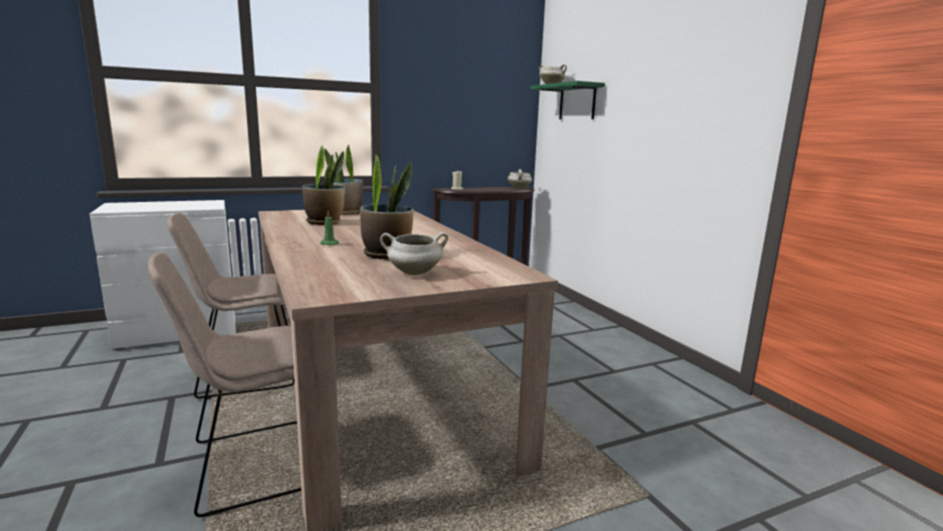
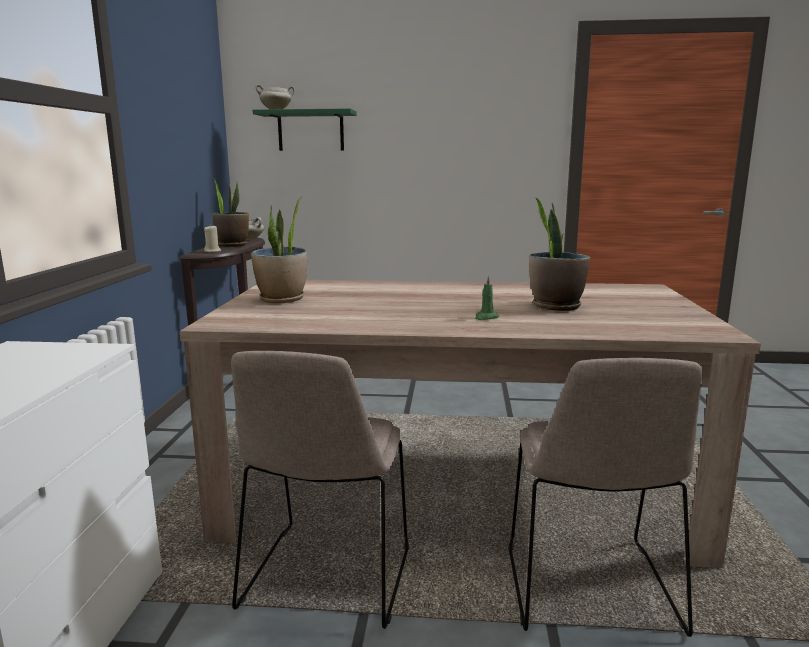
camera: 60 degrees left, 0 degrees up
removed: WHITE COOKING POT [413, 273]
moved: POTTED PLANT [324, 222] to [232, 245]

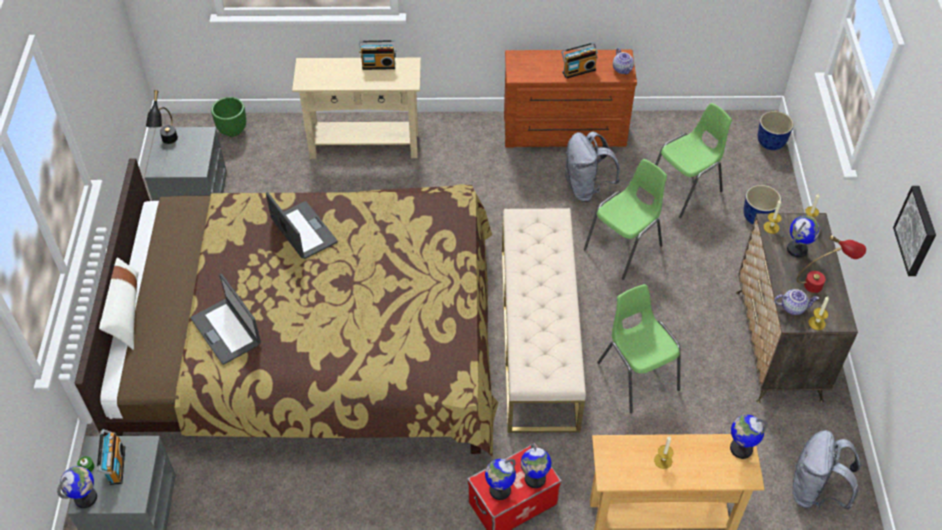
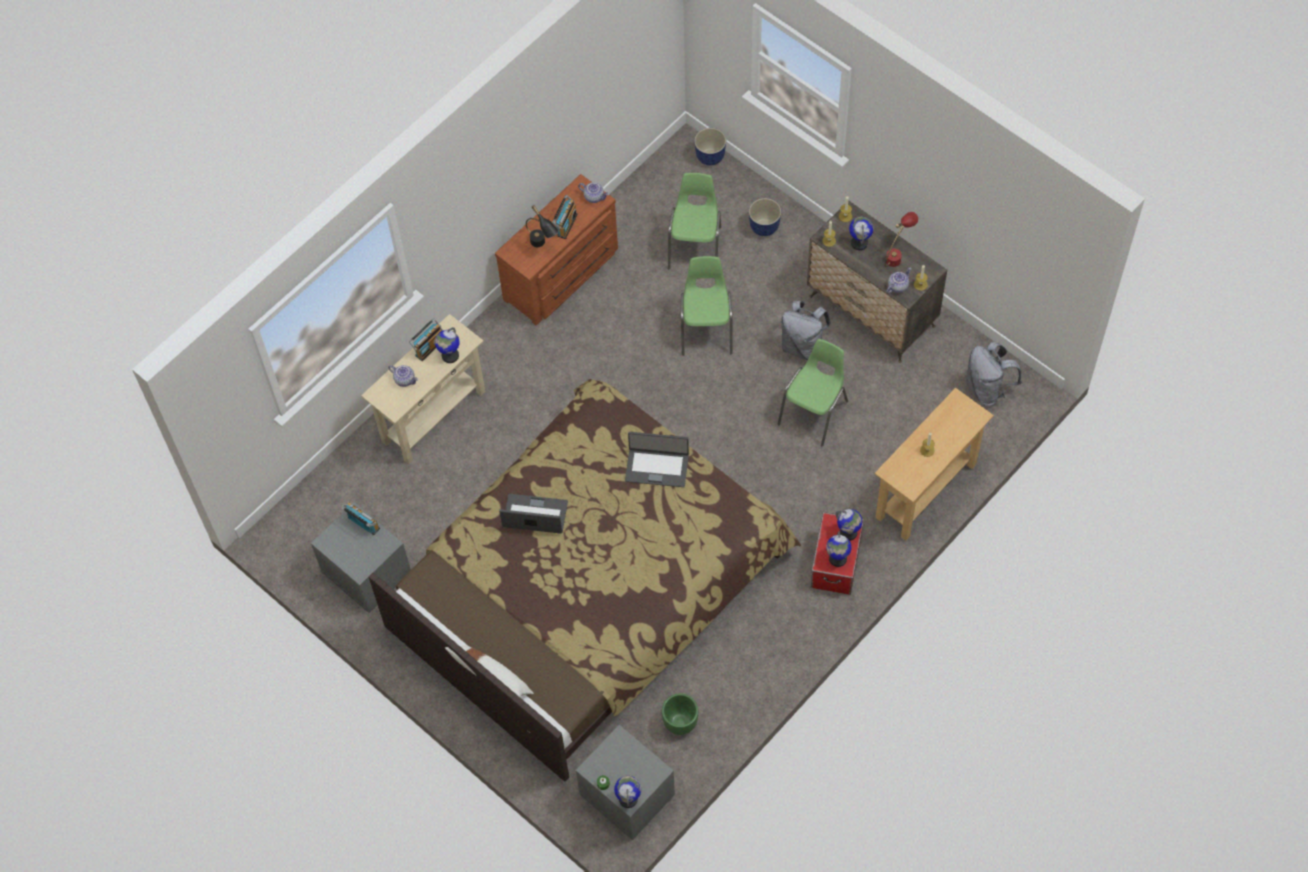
camera: 45 degrees left, 10 degrees up
removed: BEIGE BENCH [538, 336]; PICTURE [917, 231]
added: TEAPOT [405, 379]
moved: RADIO [115, 465] to [362, 524]; GLOBE [741, 448] to [450, 355]; BLACK TABLE LAMP [168, 144] to [542, 245]; LAPTOP [226, 331] to [657, 467]; GREEN PLANTER [232, 130] to [679, 723]; GREY BACKPACK [586, 188] to [803, 346]
turned: GREEN CHAIR [637, 375] = [814, 412] 105 degrees clockwise

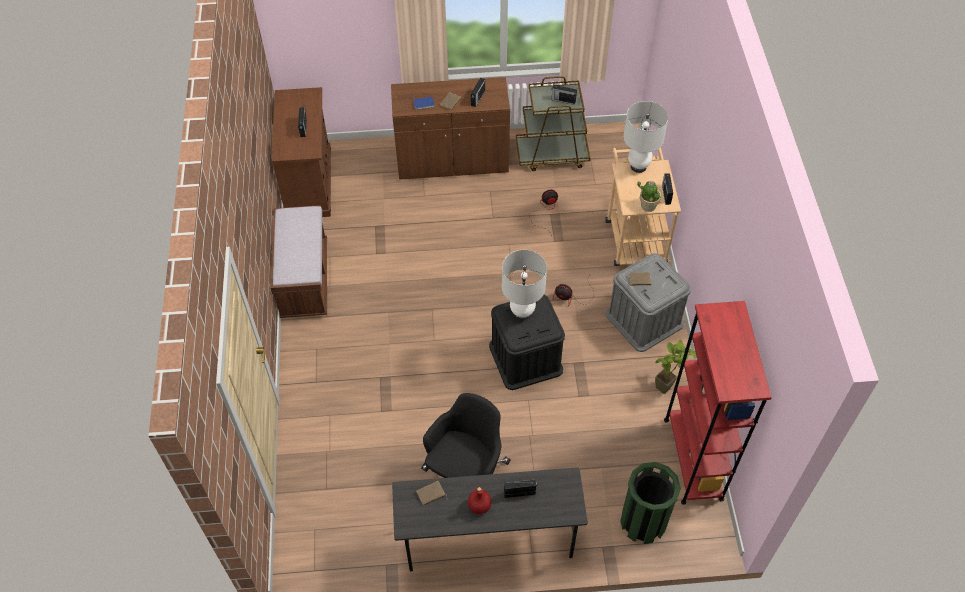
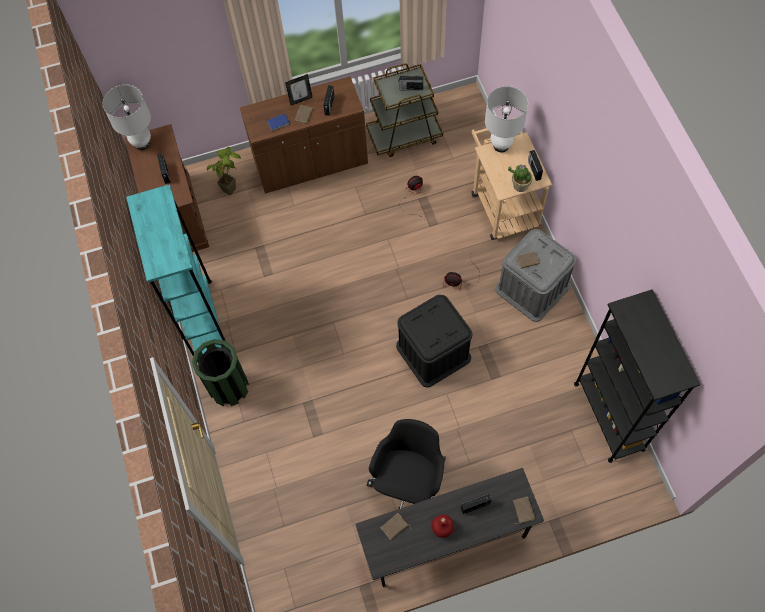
camera: 10 degrees left, 10 degrees up
added: PICTURE FRAME [300, 100]; BROWN BOOK [522, 510]
moved: WHITE TABLE LAMP [522, 313] to [142, 143]; GREEN TRASH CAN [643, 522] to [229, 387]; POTTED PLANT [668, 385] to [233, 187]
replaced: BROWN BENCH [304, 280] to TURQUOISE BOOKCASE [203, 319]
recoloured: RED BOOKCASE [693, 458] to BLACK BOOKCASE [609, 416]

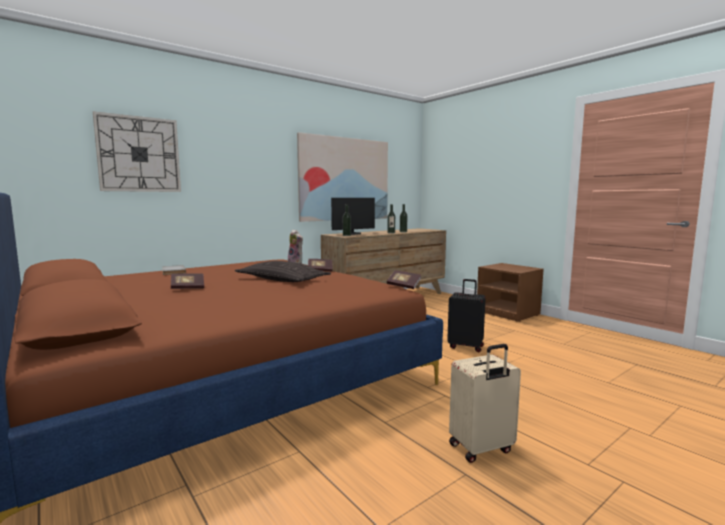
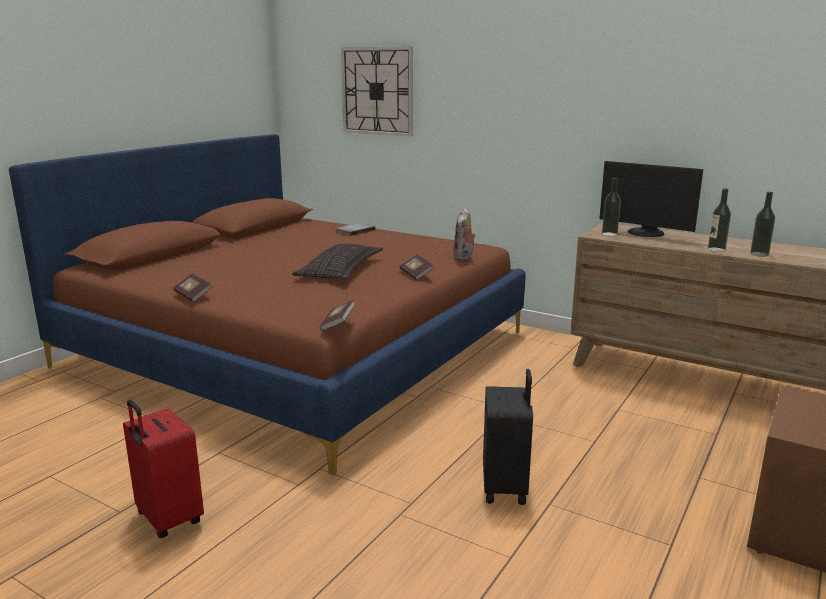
camera: 70 degrees right, 10 degrees up
removed: PICTURE [345, 179]
moved: BOOK [187, 288] to [193, 296]
recoloured: BEIGE SUITCASE [481, 449] to RED SUITCASE [168, 519]

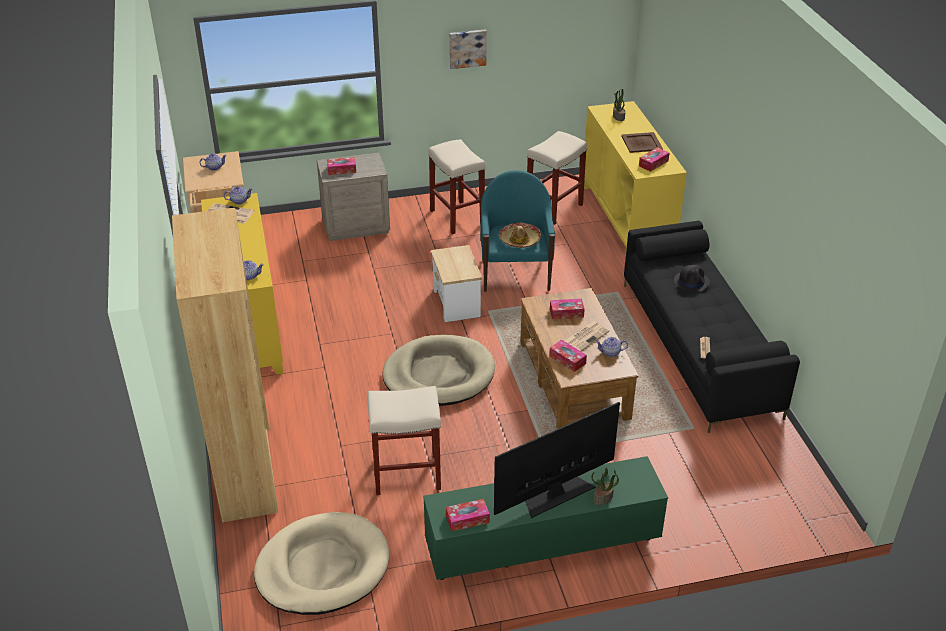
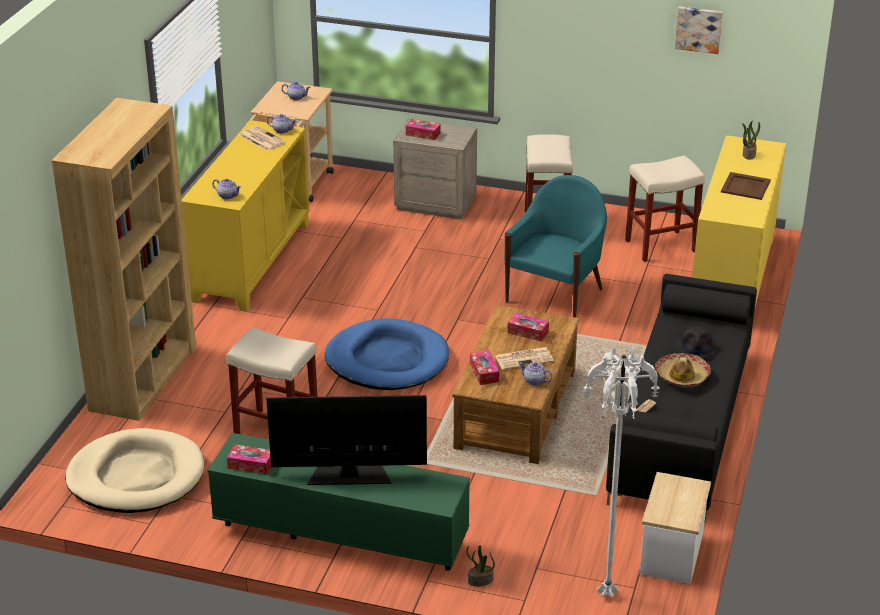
camera: 30 degrees right, 5 degrees down
removed: TISSUE BOX [653, 163]
added: WHITE FLOOR LAMP [605, 595]
moved: POTTED PLANT [603, 498] to [480, 581]; SIDE TABLE [455, 303] to [670, 554]; HAT [519, 240] to [682, 376]; PICTURE [467, 48] to [699, 29]
recoloured: BEIGE DOG BED [439, 375] to BLUE DOG BED [387, 360]

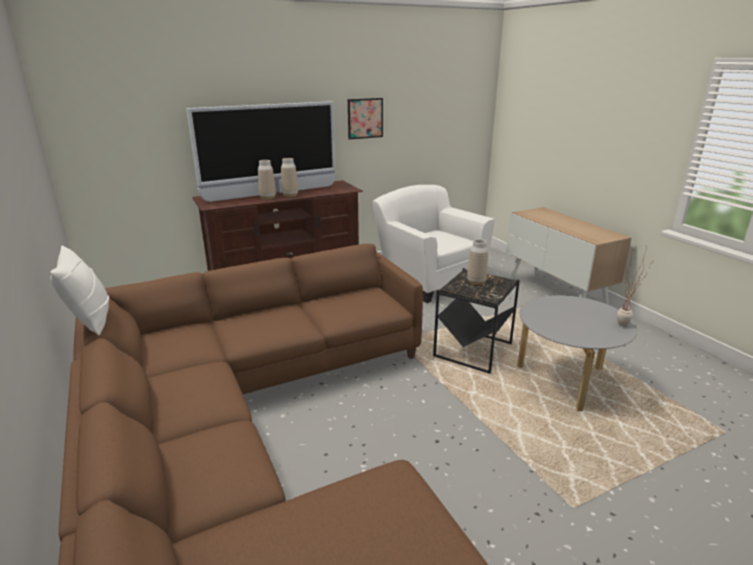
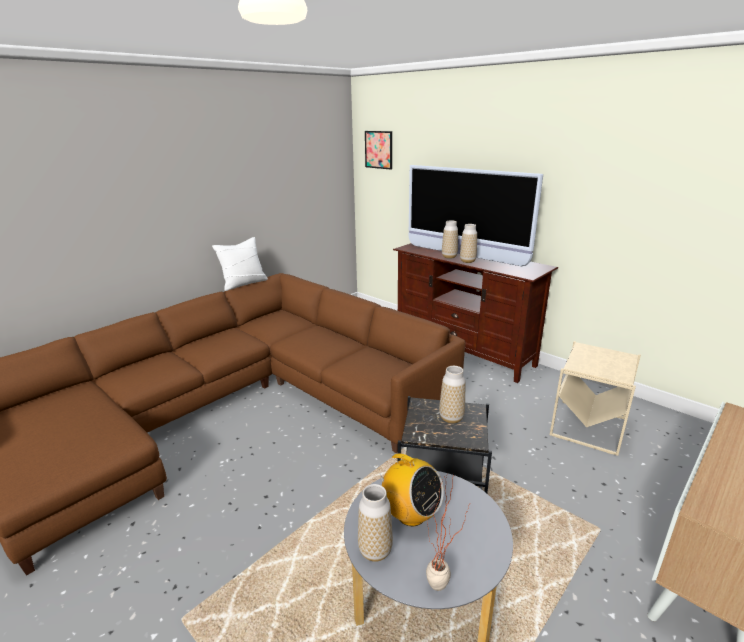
camera: 70 degrees right, 0 degrees up
added: VASE [375, 550]; RADIO [410, 514]
moved: PICTURE [365, 118] to [378, 149]
replaced: WHITE ARMCHAIR [429, 280] to BEIGE SIDE TABLE [588, 427]

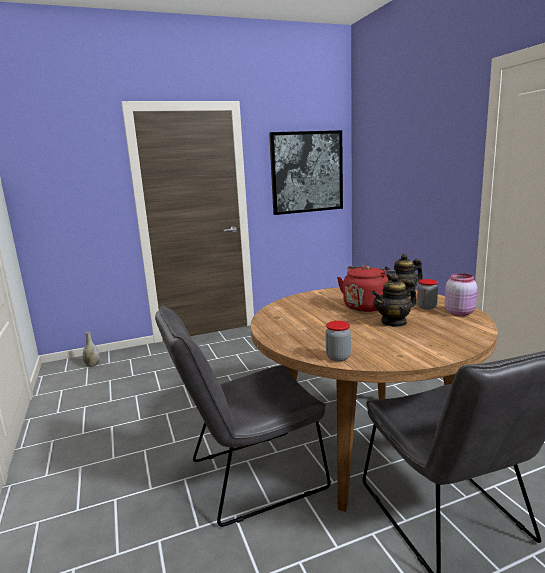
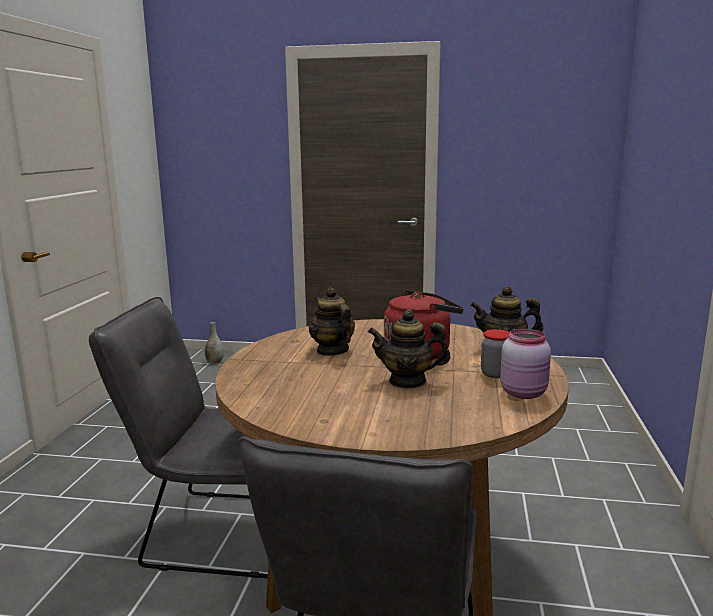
camera: 30 degrees right, 0 degrees up
removed: PICTURE [307, 172]; JAR [338, 357]
added: TEAPOT [332, 351]

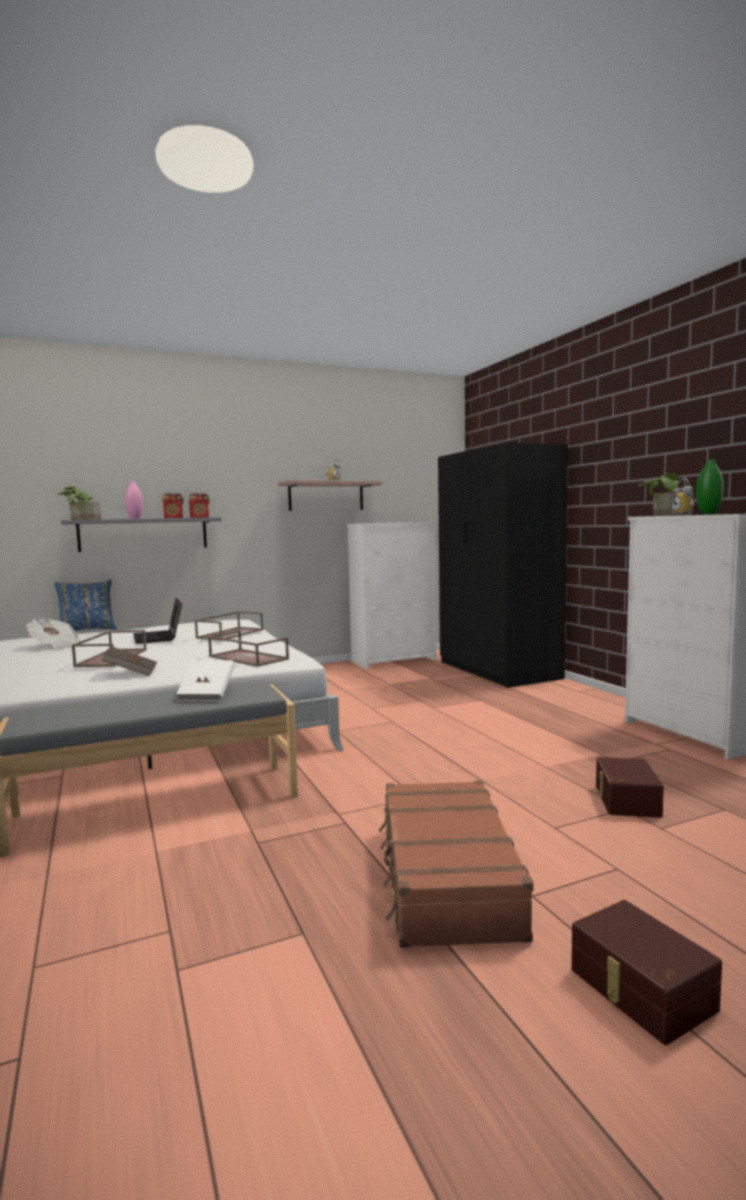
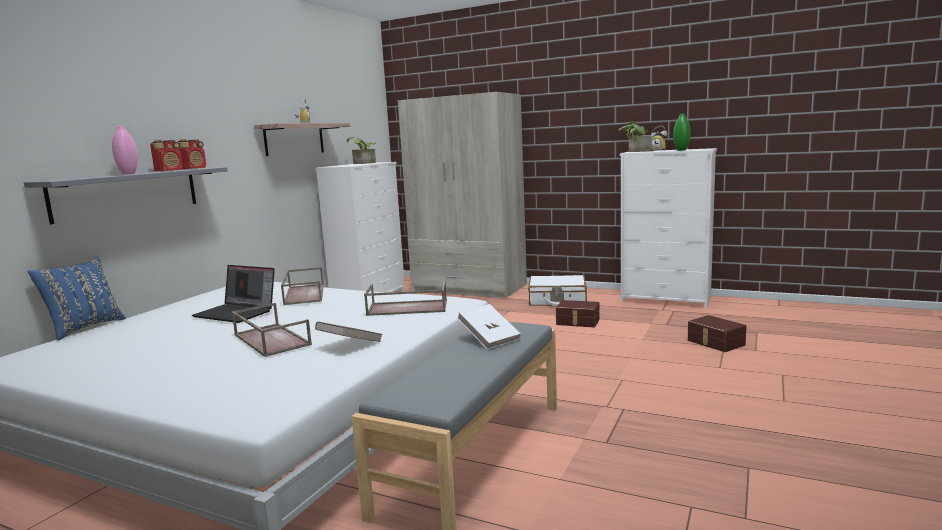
camera: 40 degrees left, 5 degrees up
removed: NEWSPAPER [54, 646]; BROWN SUITCASE [446, 878]
added: WHITE SUITCASE [557, 300]
moved: POTTED PLANT [81, 519] to [363, 163]; BROWN STORAGE BOX [640, 990] to [577, 322]
recoloured: BLACK WARDROBE [497, 670] to BEIGE WARDROBE [469, 288]

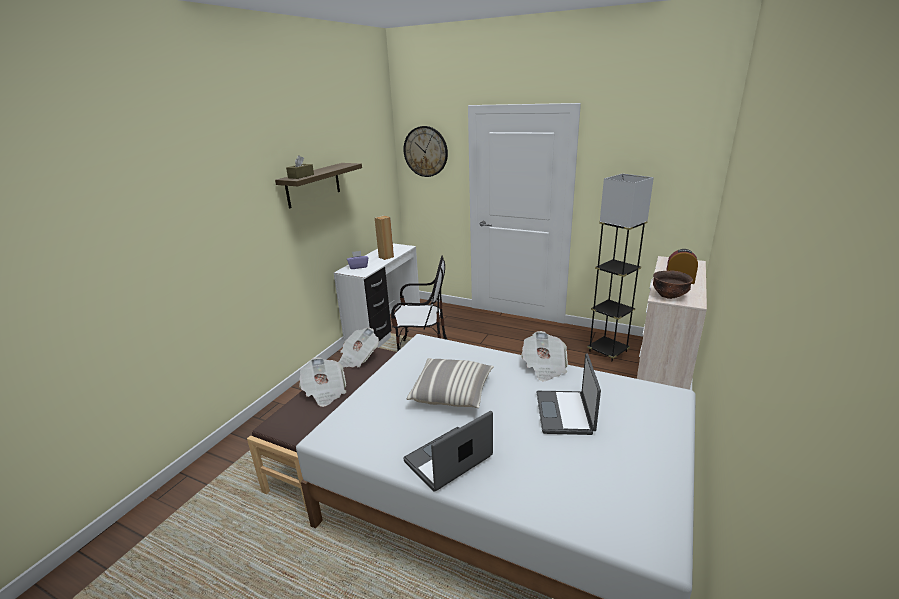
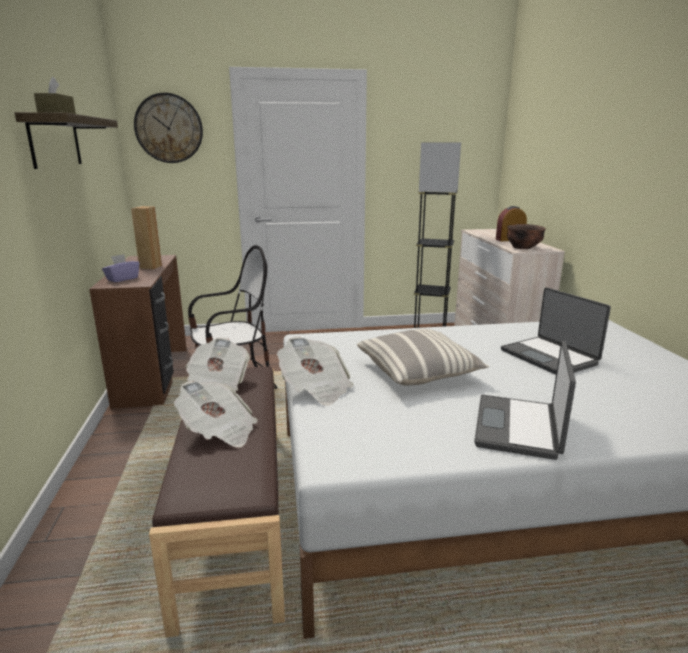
camera: 35 degrees left, 5 degrees down
moved: NEWSPAPER [544, 367] to [316, 388]
recoloured: WHITE DESK [385, 329] to BROWN DESK [154, 376]

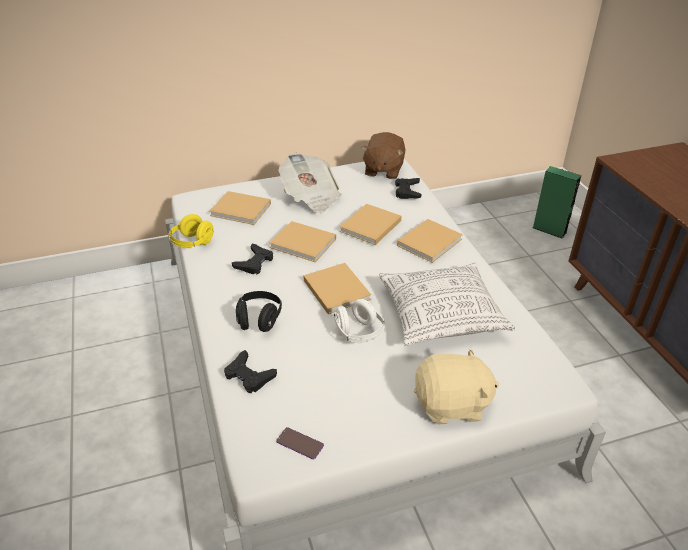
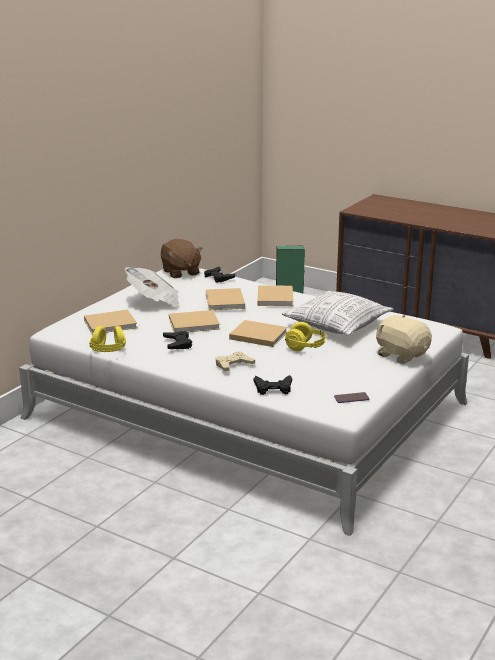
camera: 40 degrees left, 15 degrees down
replaced: BLACK HEADPHONES [259, 319] to BEIGE GAME CONTROLLER [234, 365]
recoloured: WHITE HEADPHONES [359, 333] to YELLOW HEADPHONES [306, 348]
turned: BEIGE PLUSH TOY [452, 405] = [401, 355] 90 degrees counterclockwise

